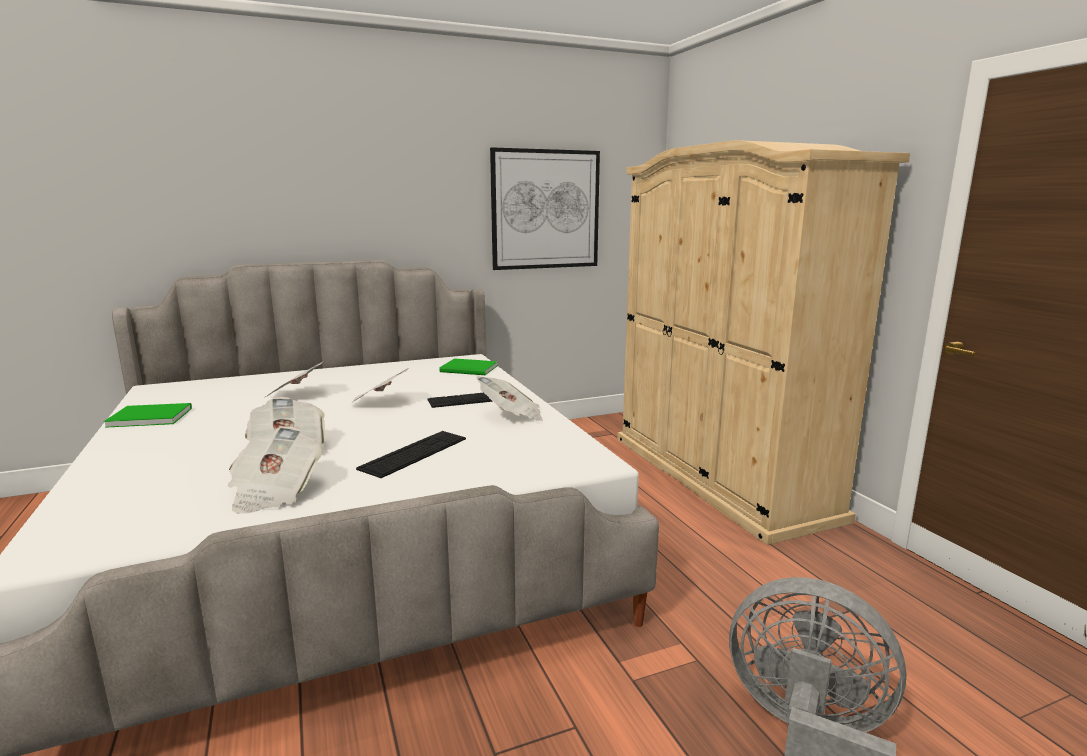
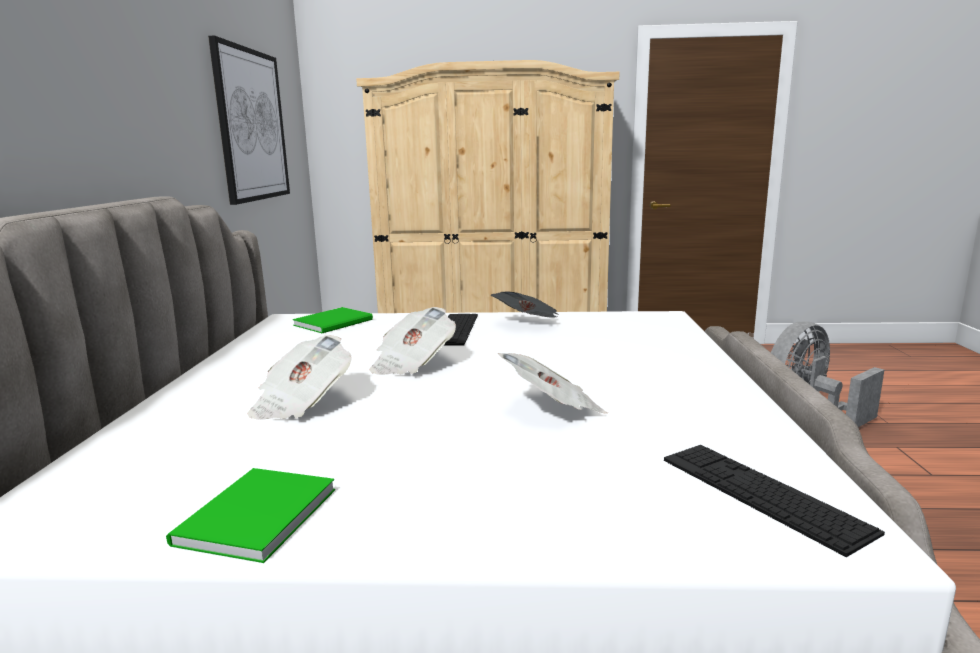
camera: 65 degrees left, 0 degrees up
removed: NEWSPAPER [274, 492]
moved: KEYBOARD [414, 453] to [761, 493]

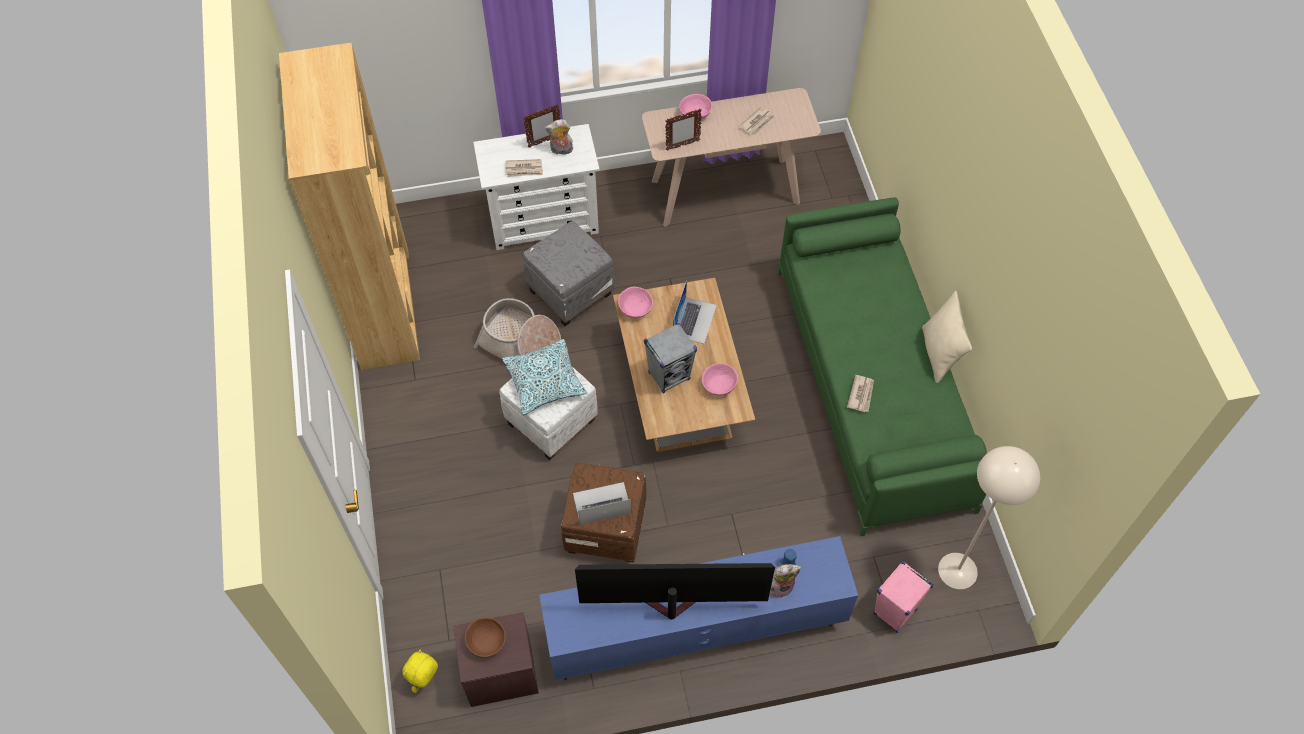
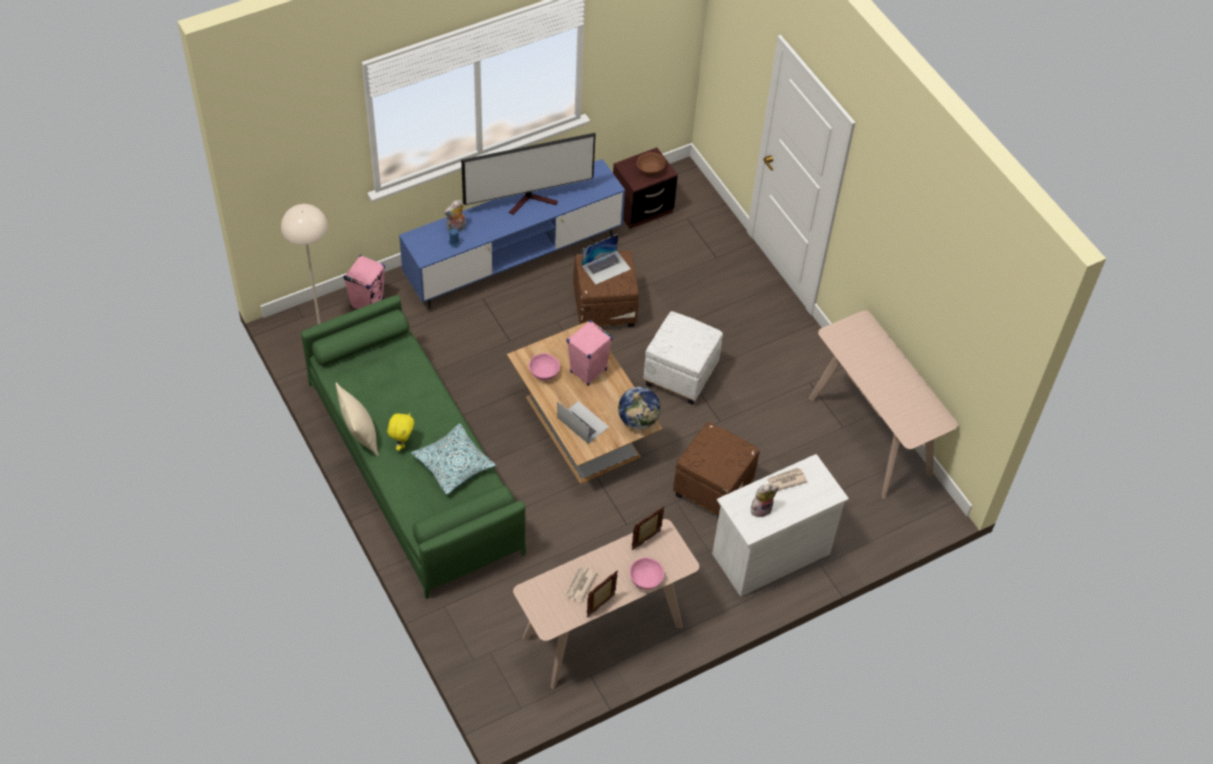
camera: 160 degrees right, 5 degrees down
removed: BASKET [520, 344]; NEWSPAPER [861, 394]
moved: YELLOW PLUSH TOY [425, 681] to [402, 443]; PILLOW [545, 382] to [453, 464]; PICTURE FRAME [544, 141] to [601, 606]
replaced: PINK BOWL [634, 309] to GLOBE [638, 420]; BROWN BOOKCASE [385, 307] to BEIGE CONSOLE TABLE [870, 436]
recoloured: GREY SPEAKER [669, 376] to PINK SPEAKER [588, 371]; GREY OTTOMAN [571, 291] to BROWN OTTOMAN [713, 489]
turned: LAPTOP [694, 320] = [582, 422] 135 degrees clockwise

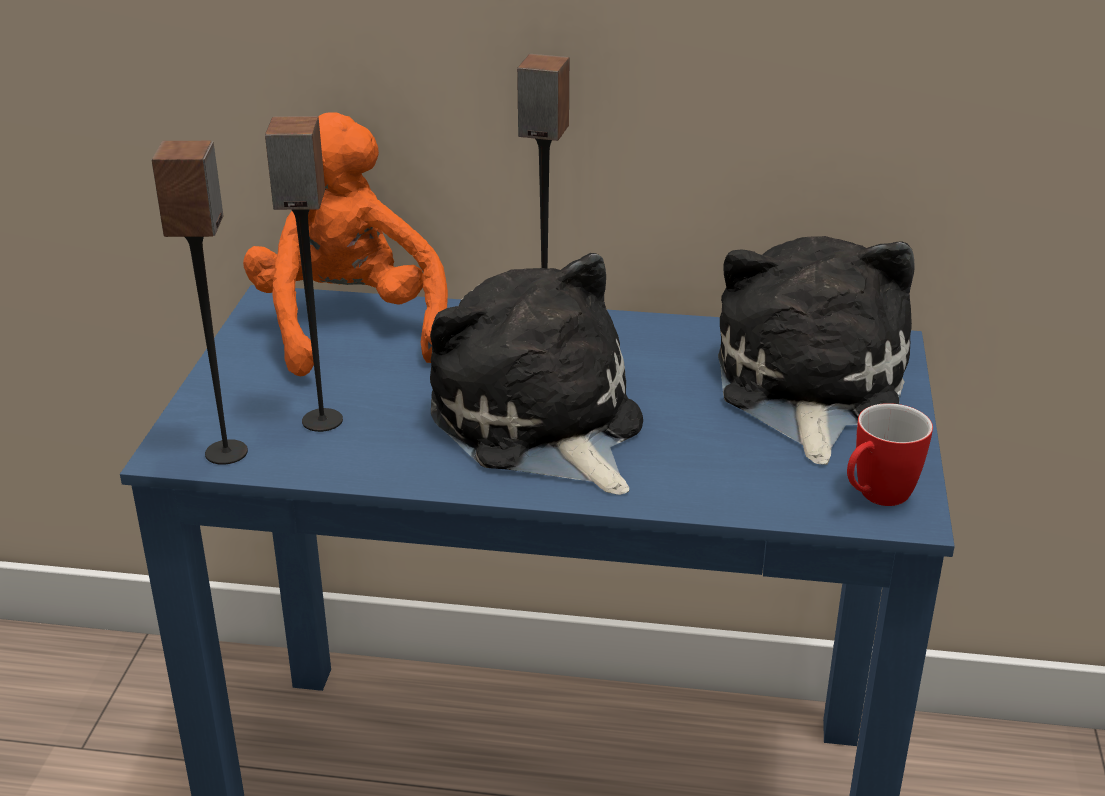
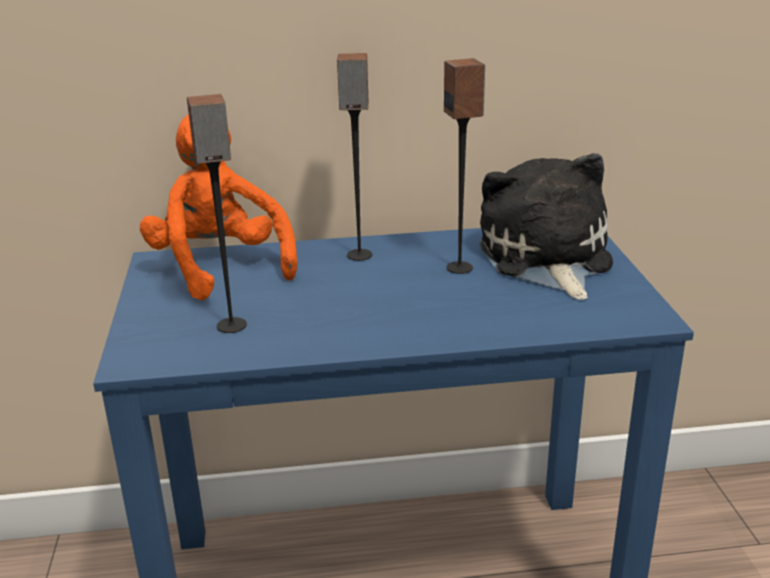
camera: 15 degrees left, 5 degrees down
removed: PLUSH TOY [540, 424]; MUG [875, 498]
moved: SPEAKER [227, 452] to [460, 268]

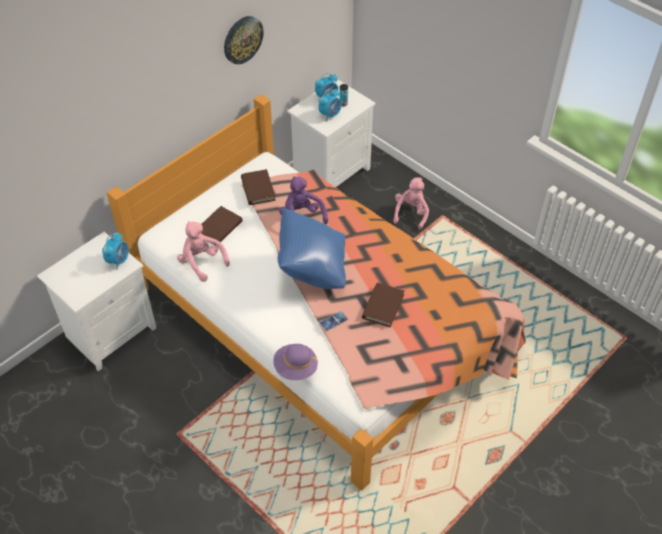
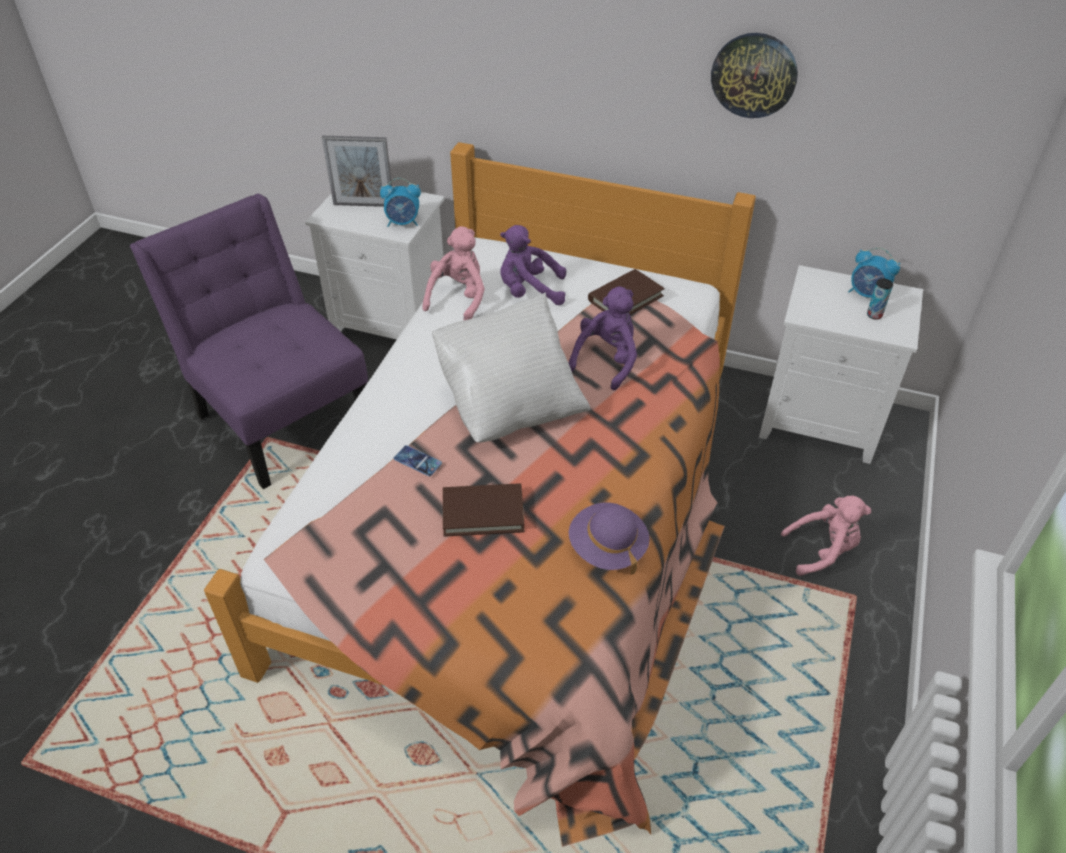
camera: 65 degrees right, 5 degrees down
removed: ALARM CLOCK [330, 114]
added: PURPLE CHAIR [281, 415]; PICTURE FRAME [363, 205]
moved: PURPLE HAT [295, 368] to [607, 548]
replaced: BROWN BOOK [219, 228] to PURPLE PLUSH TOY [529, 291]
recoloured: BLUE PILLOW [312, 268] to WHITE PILLOW [510, 403]

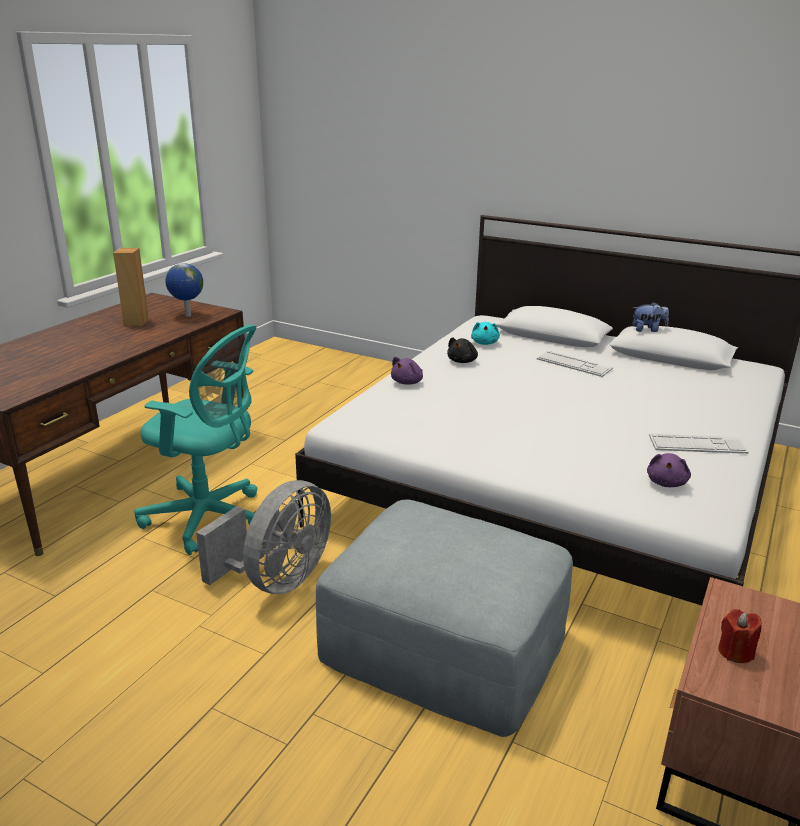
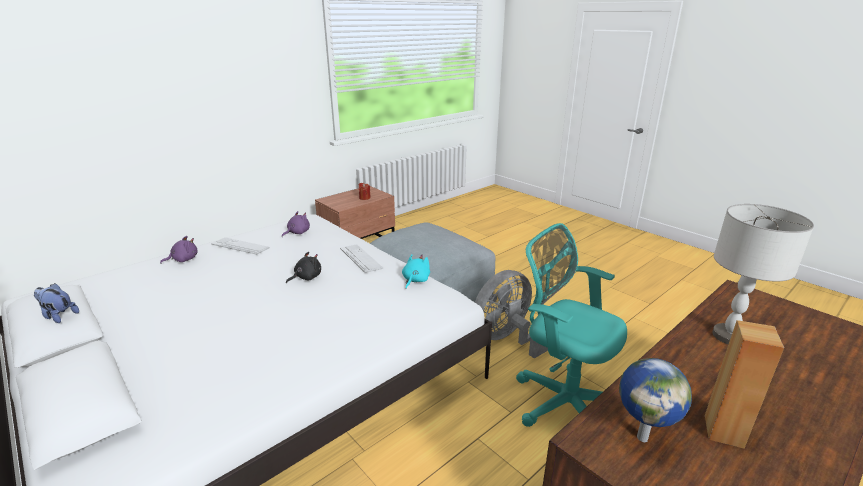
camera: 160 degrees left, 0 degrees up
added: GREY TABLE LAMP [730, 336]
moved: PURPLE PLUSH TOY [408, 382] to [183, 260]; BLACK PLUSH TOY [462, 361] to [306, 277]; KEYBOARD [574, 364] to [360, 258]; TURQUOISE PLUSH TOY [485, 343] to [415, 280]

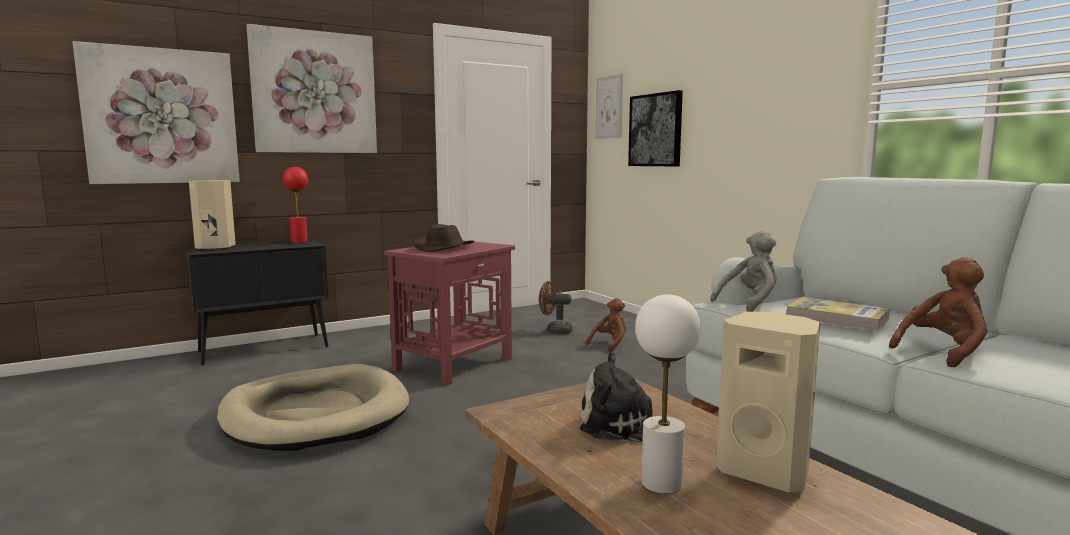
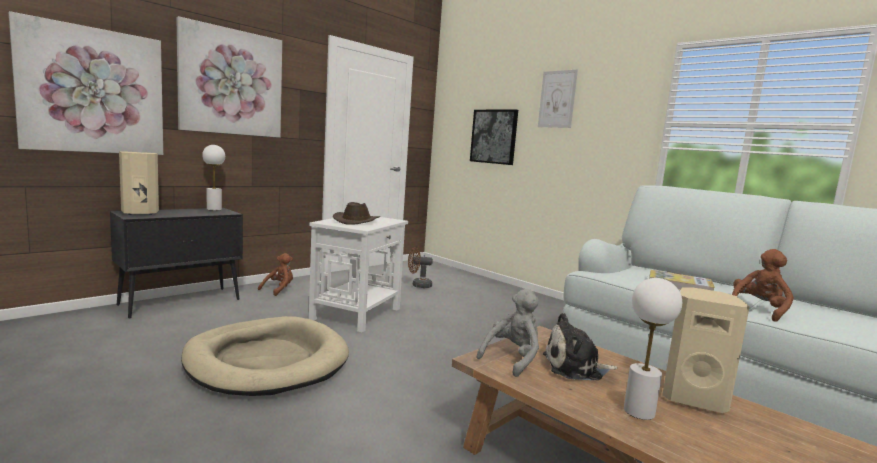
camera: 15 degrees left, 0 degrees up
moved: BROWN PLUSH TOY [610, 344] to [279, 289]; GREY PLUSH TOY [749, 303] to [512, 359]; PICTURE [609, 107] to [557, 99]
recoloured: RED TABLE LAMP [299, 241] to WHITE TABLE LAMP [214, 209]; RED SIDE TABLE [454, 364] to WHITE SIDE TABLE [357, 314]

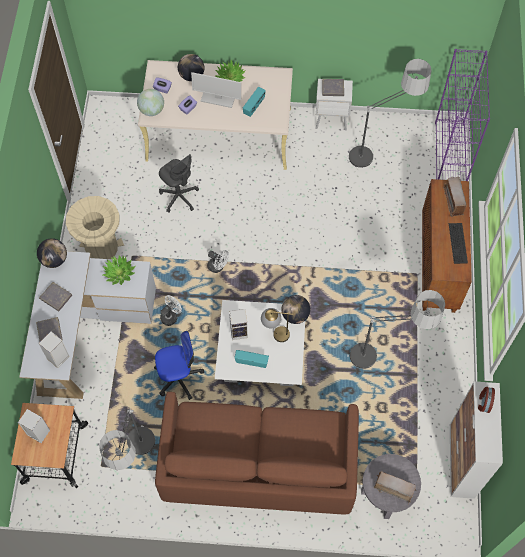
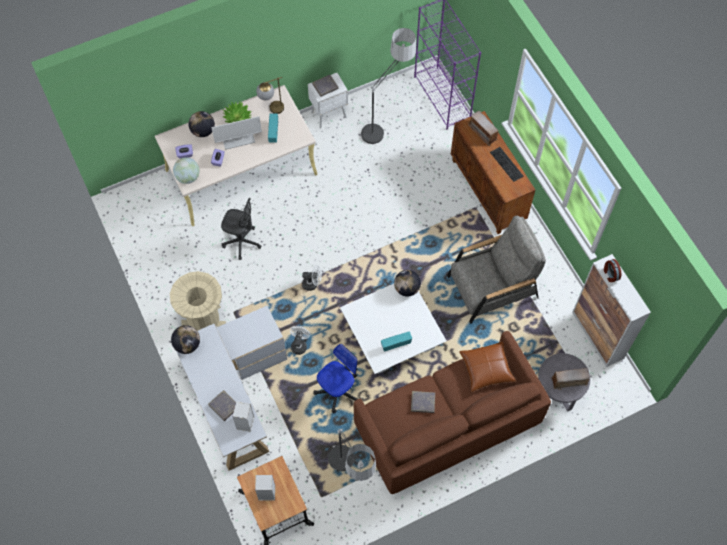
camera: 30 degrees left, 0 degrees up
removed: POTTED PLANT [119, 273]; SPEAKER [239, 332]
added: BROWN PILLOW [486, 369]
moved: TABLE LAMP [275, 334] to [271, 110]; GREY BOOK [56, 297] to [423, 402]
replaced: FLOOR LAMP [385, 358] to GREY ARMCHAIR [492, 287]

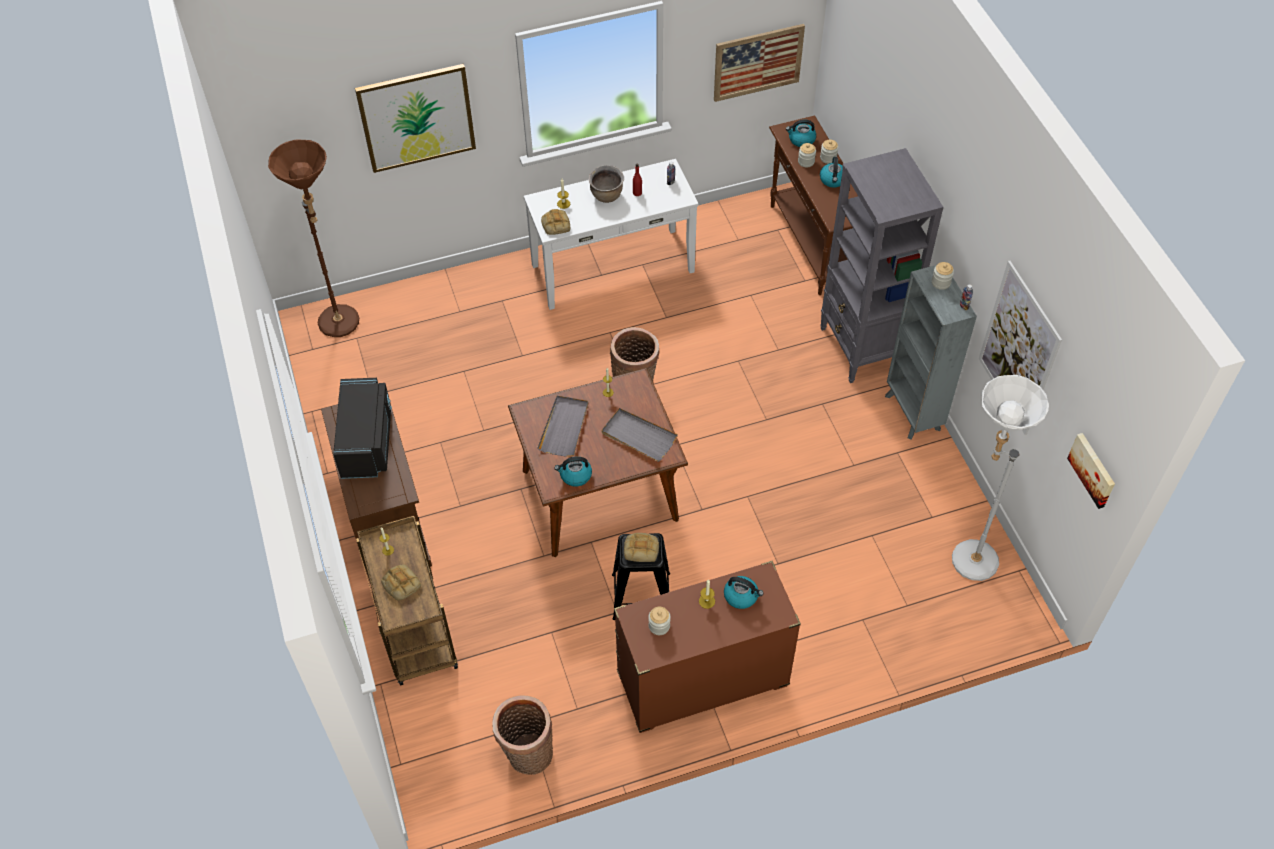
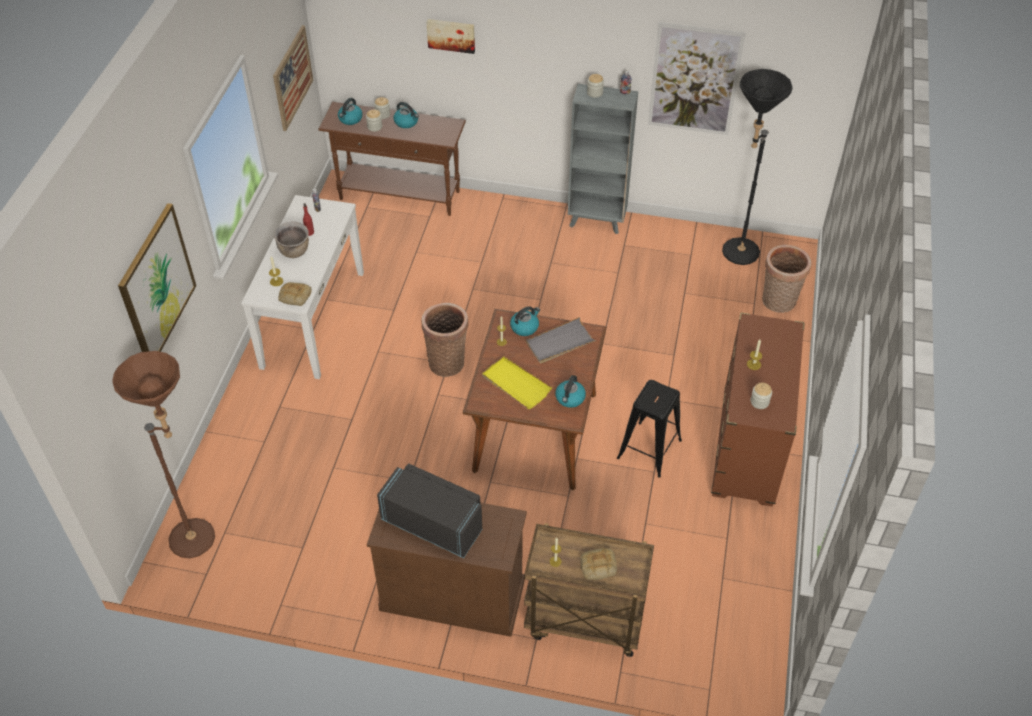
camera: 60 degrees left, 5 degrees down
removed: BREAD [642, 549]; GREY BOOKCASE [861, 349]
moved: PICTURE [1093, 470] to [451, 35]; KETTLE [741, 596] to [525, 327]; BASKET [527, 754] to [778, 302]
recoloured: GREY TRAY [564, 427] to YELLOW TRAY [516, 384]; WHITE FLOOR LAMP [964, 558] to BLACK FLOOR LAMP [735, 256]

